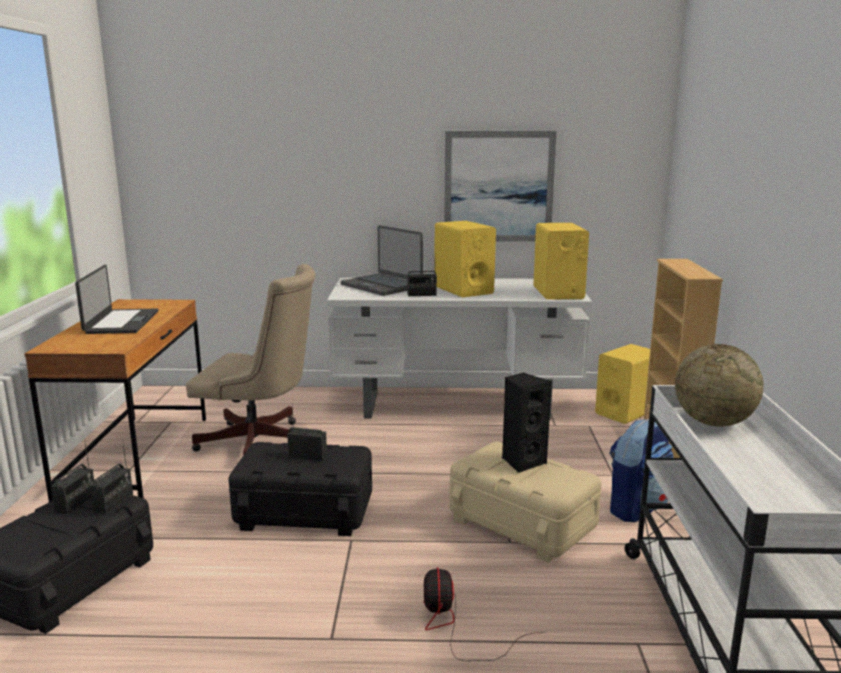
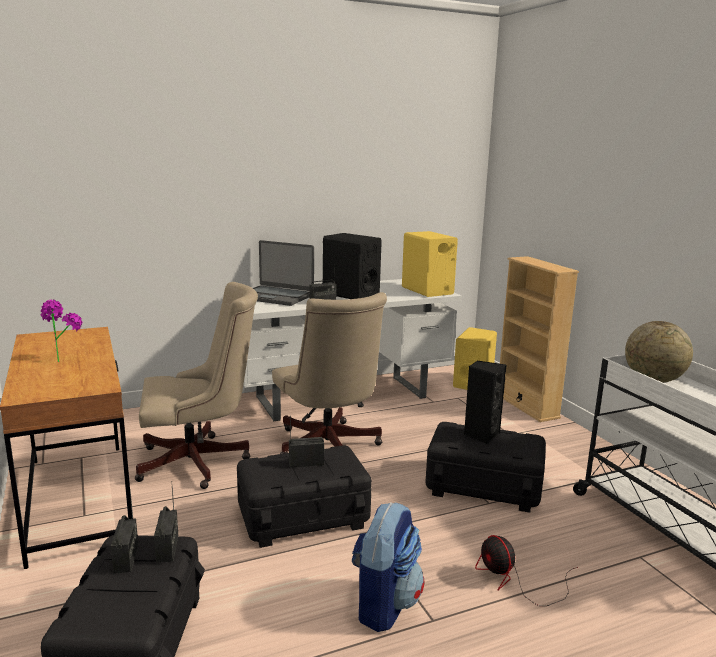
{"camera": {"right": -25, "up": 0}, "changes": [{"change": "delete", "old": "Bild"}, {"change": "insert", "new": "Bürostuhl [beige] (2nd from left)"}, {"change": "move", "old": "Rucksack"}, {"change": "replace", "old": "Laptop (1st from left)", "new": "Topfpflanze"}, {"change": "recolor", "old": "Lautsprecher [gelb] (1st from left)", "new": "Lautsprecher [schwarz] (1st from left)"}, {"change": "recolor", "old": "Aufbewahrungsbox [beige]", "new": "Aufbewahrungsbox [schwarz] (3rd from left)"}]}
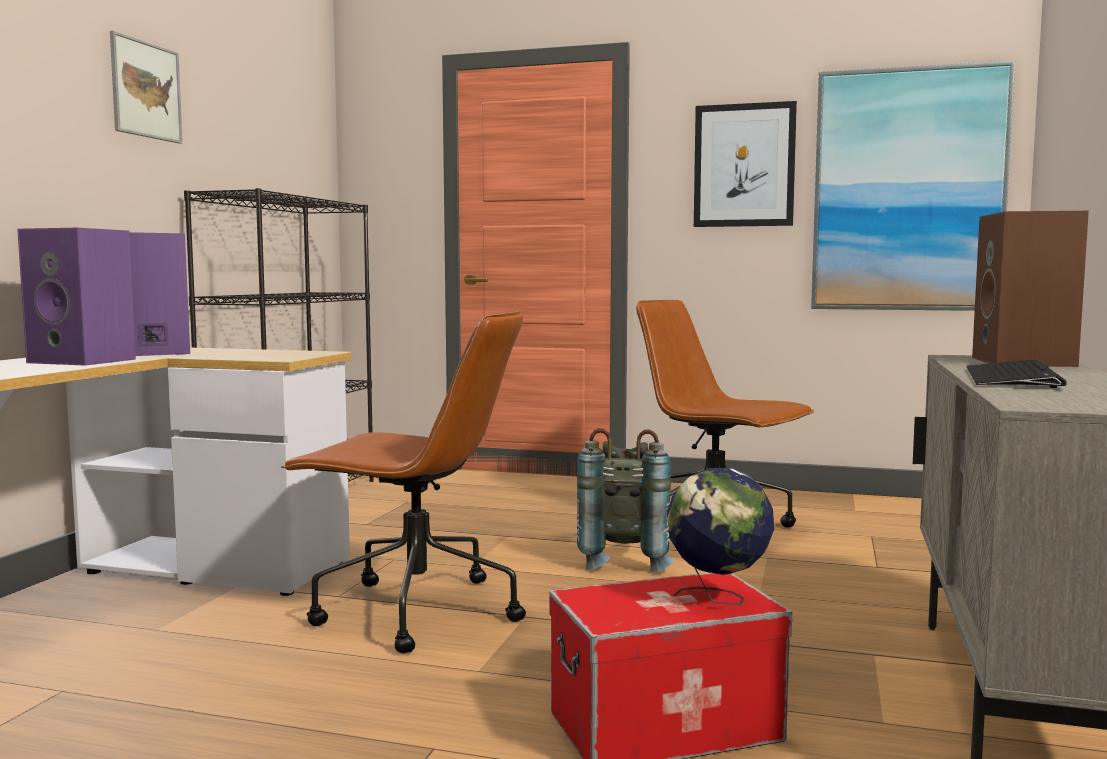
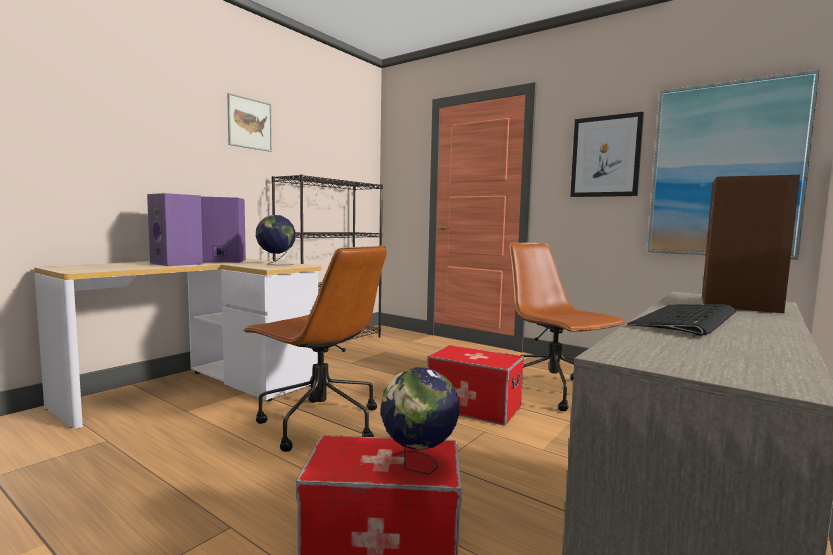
{"camera": {"right": 20, "up": 0}, "changes": [{"change": "insert", "new": "Globus (1st from left)"}, {"change": "replace", "old": "Rucksack [grau]", "new": "Aufbewahrungsbox (2nd from left)"}]}
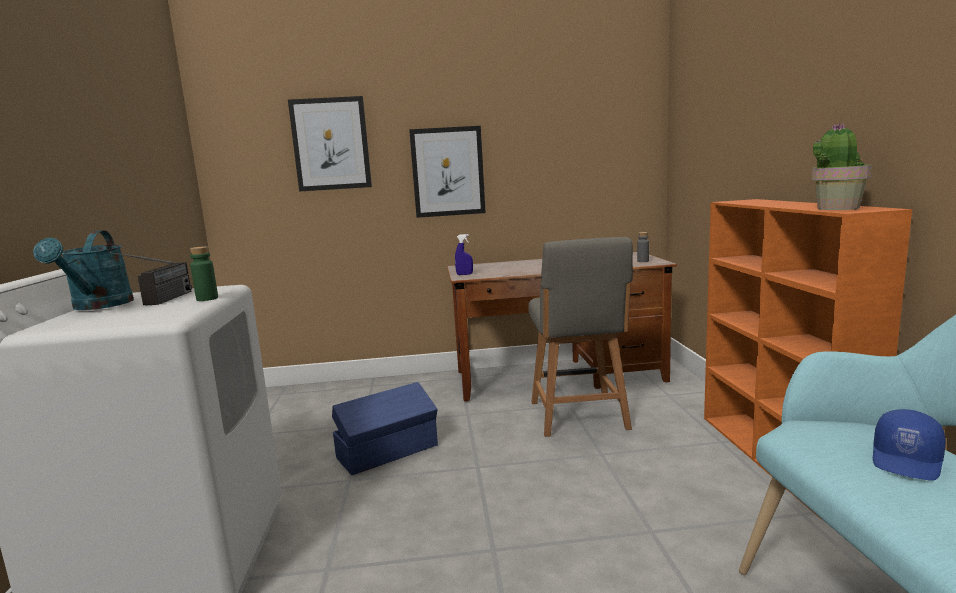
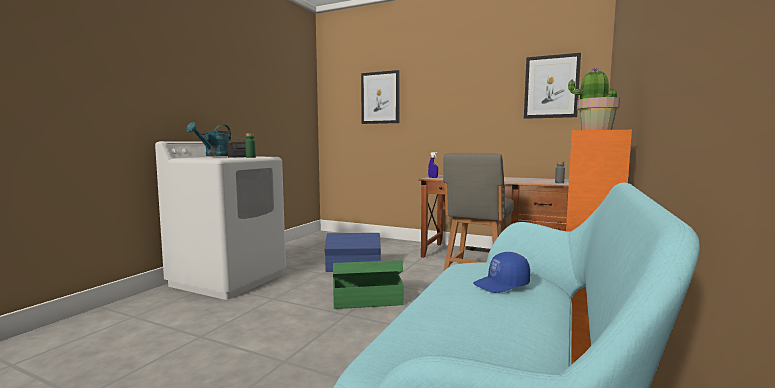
{"camera": {"right": 30, "up": -5}, "changes": [{"change": "insert", "new": "Aufbewahrungsbox [grün]"}, {"change": "move", "old": "Bild (2nd from left)"}]}
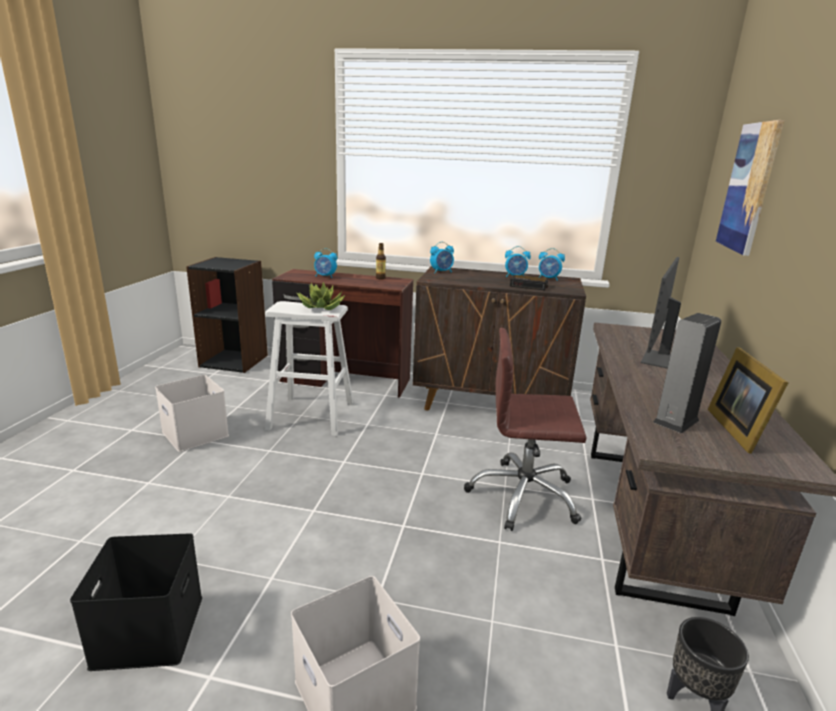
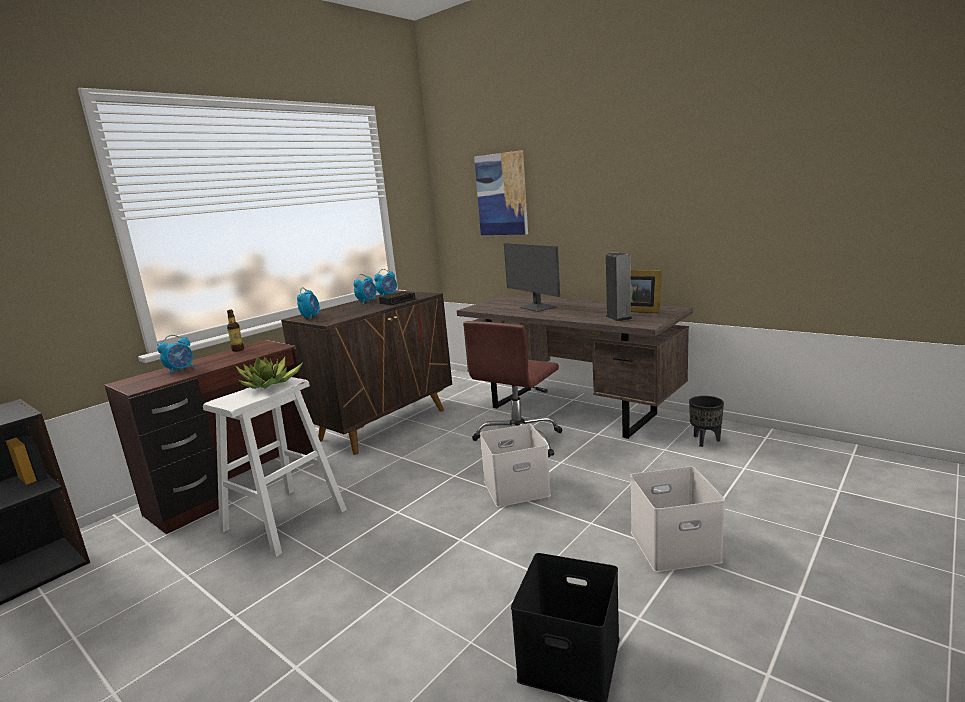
{"camera": {"right": -60, "up": -5}, "changes": [{"change": "move", "old": "Aufbewahrungsbox [weiß] (1st from left)"}]}
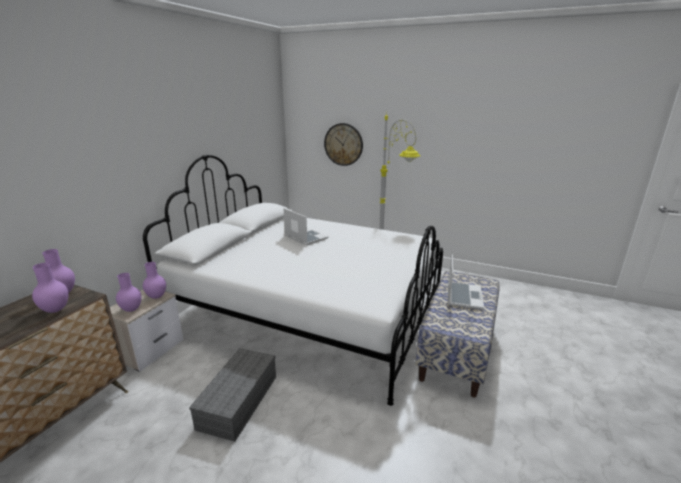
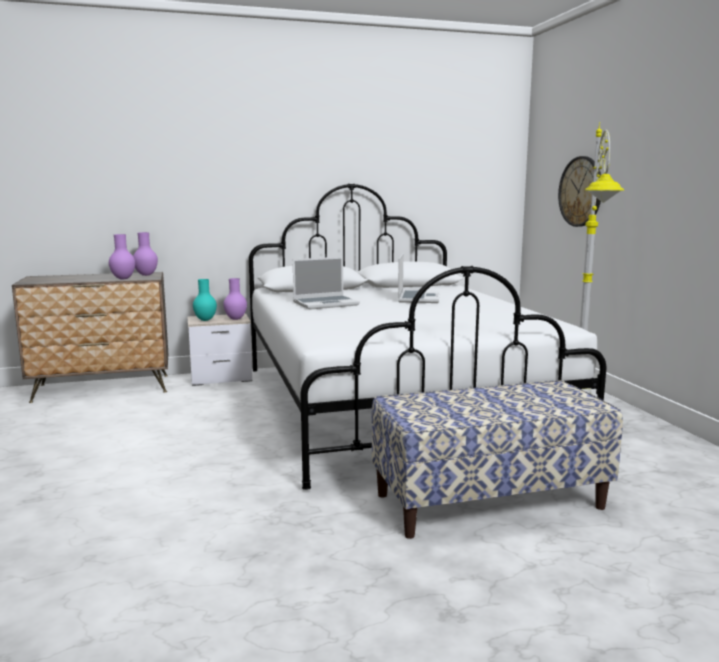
{"camera": {"right": 50, "up": -10}, "changes": [{"change": "delete", "old": "Aufbewahrungsbox [grau]"}, {"change": "move", "old": "Laptop (2nd from left in the first image)", "new": "Laptop (1st from left)"}, {"change": "recolor", "old": "Vase [lila] (3rd from left)", "new": "Vase [türkis]"}]}
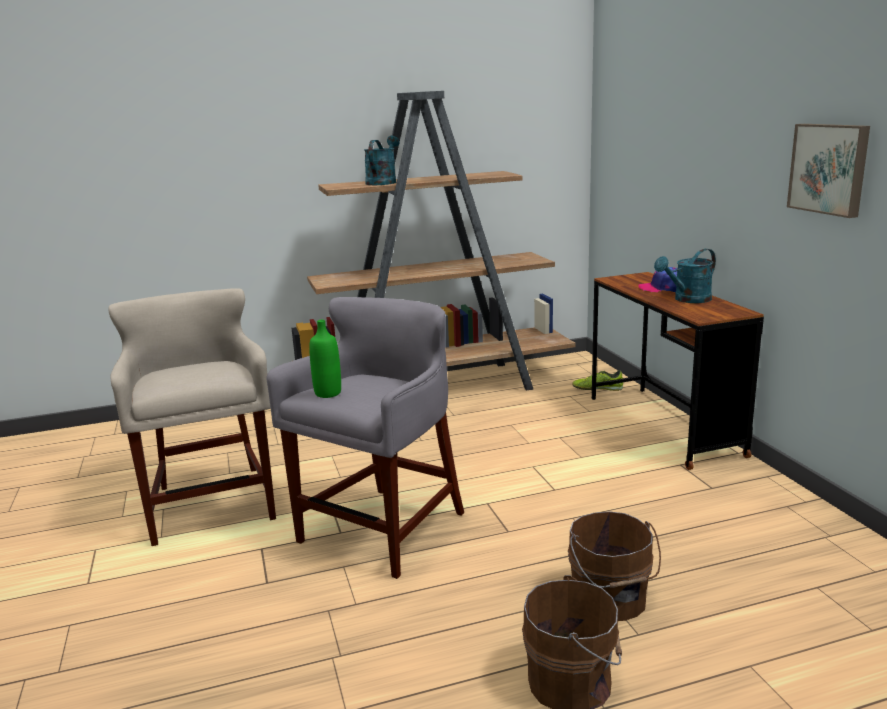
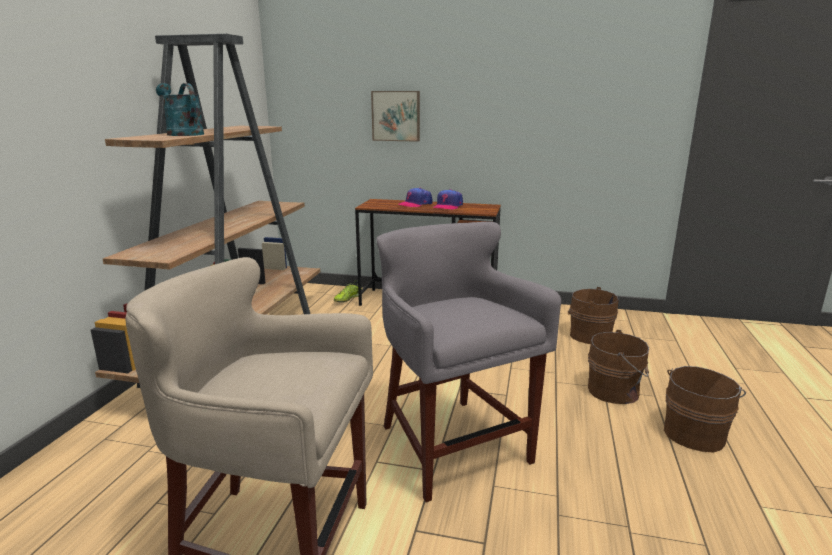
{"camera": {"right": -60, "up": 0}, "changes": [{"change": "delete", "old": "Flasche [grün]"}, {"change": "insert", "new": "Eimer [braun] (1st from left)"}, {"change": "move", "old": "Bild"}, {"change": "replace", "old": "Gießkanne [türkis] (2nd from left)", "new": "Kappe (2nd from left)"}]}
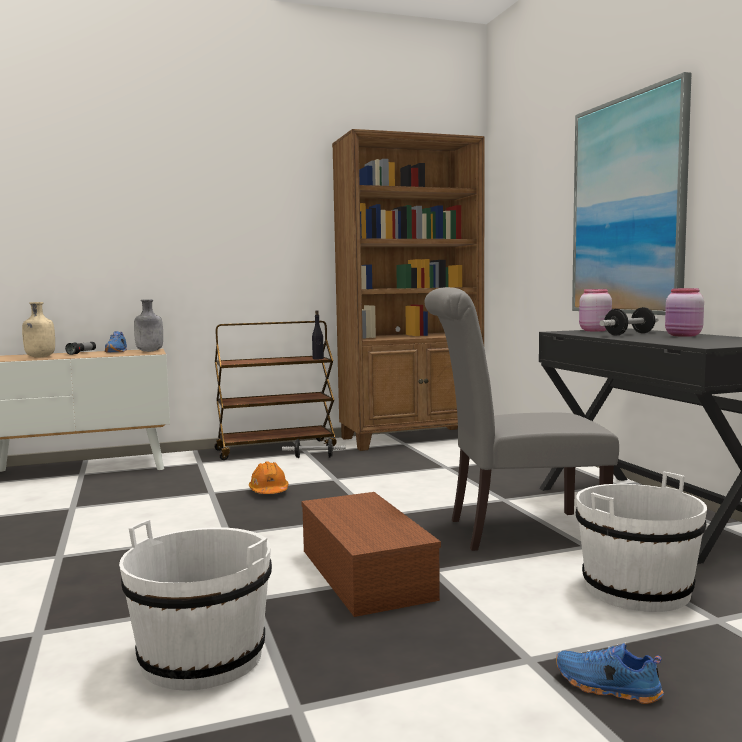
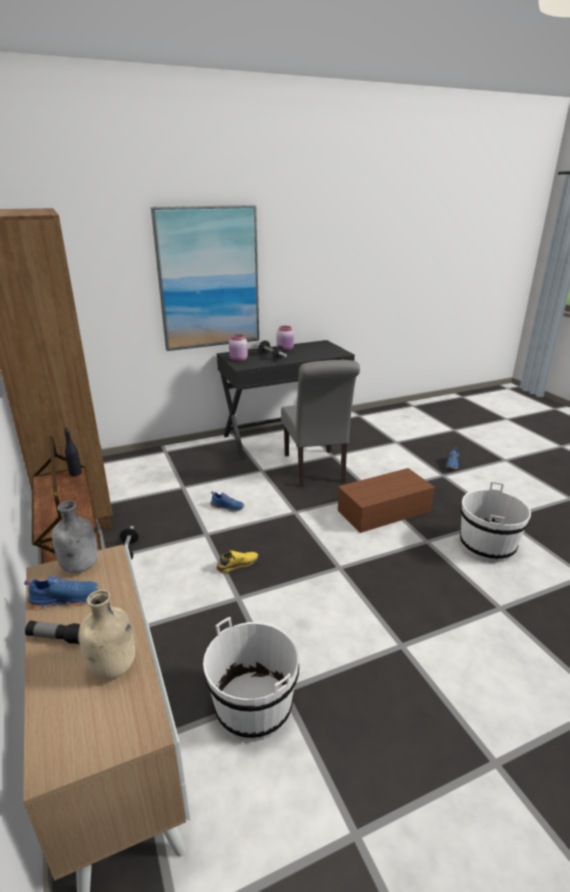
{"camera": {"right": -95, "up": 20}, "changes": [{"change": "insert", "new": "Schuh [blau] (2nd from left)"}, {"change": "move", "old": "Eimer [weiß] (2nd from left in the first image)", "new": "Eimer [weiß] (1st from left)"}, {"change": "replace", "old": "Schutzhelm [orange]", "new": "Schuh [gelb]"}]}
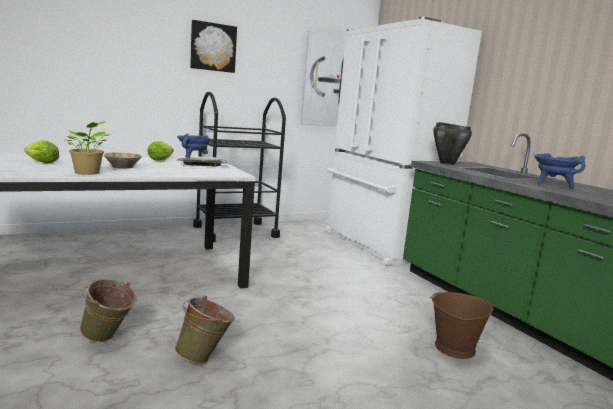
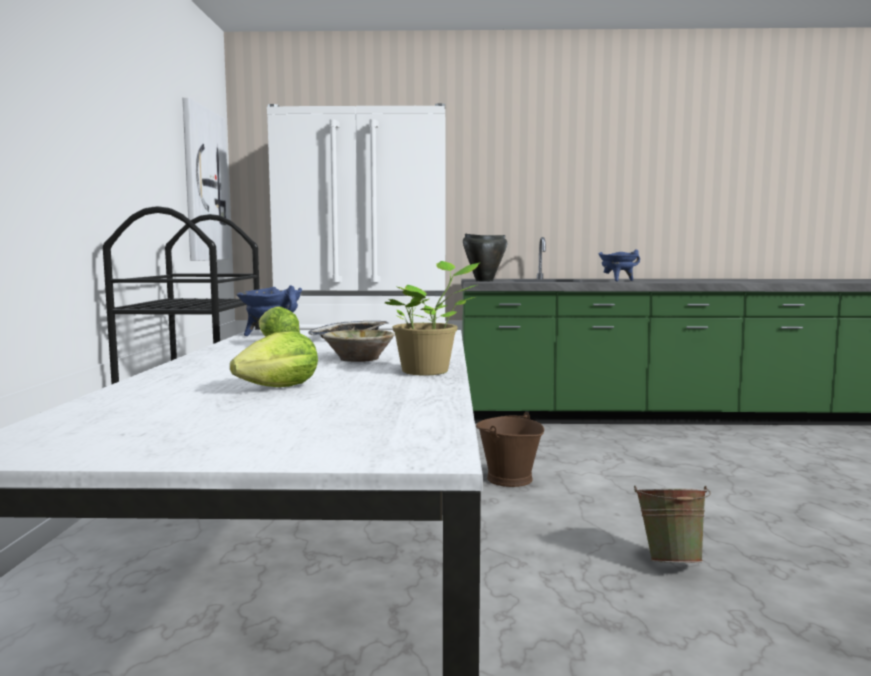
{"camera": {"right": -60, "up": -5}, "changes": [{"change": "delete", "old": "Eimer [grün] (1st from left)"}, {"change": "delete", "old": "Bild (1st from left)"}, {"change": "move", "old": "Eimer [braun]"}]}
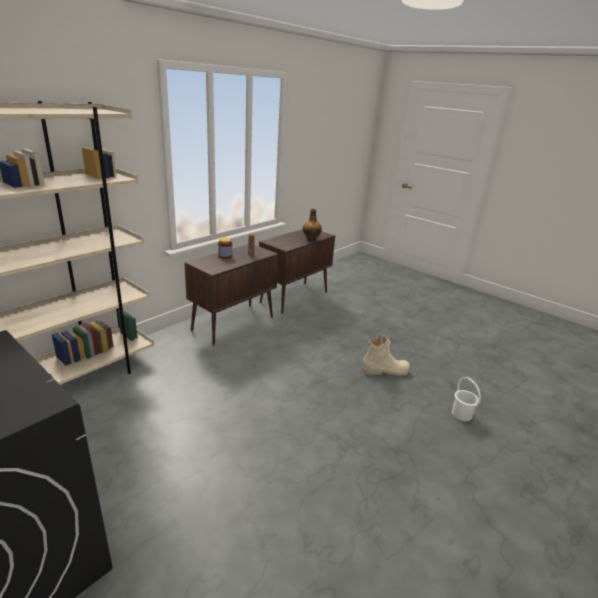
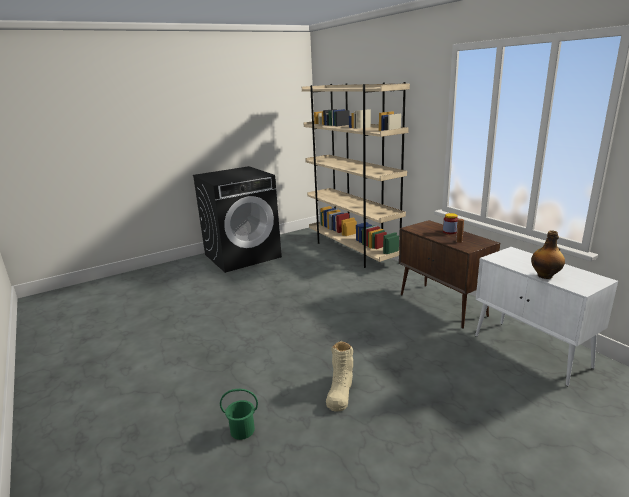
{"camera": {"right": 110, "up": -5}, "changes": [{"change": "recolor", "old": "Schrank [braun] (2nd from left)", "new": "Schrank [weiß]"}, {"change": "recolor", "old": "Eimer [weiß]", "new": "Eimer [grün]"}]}
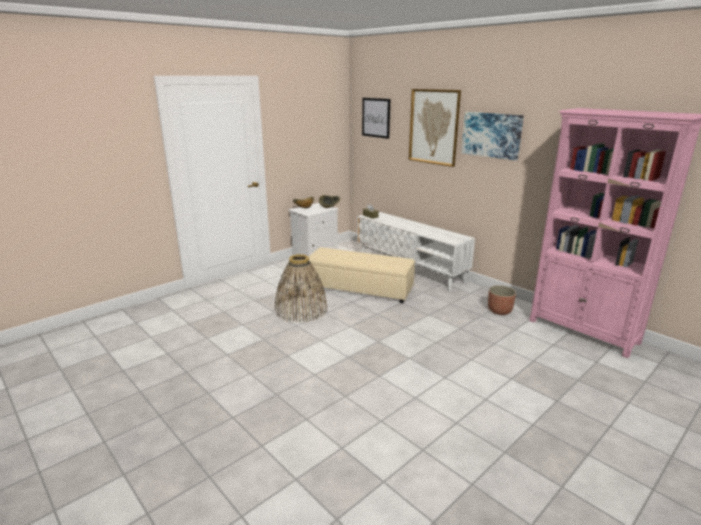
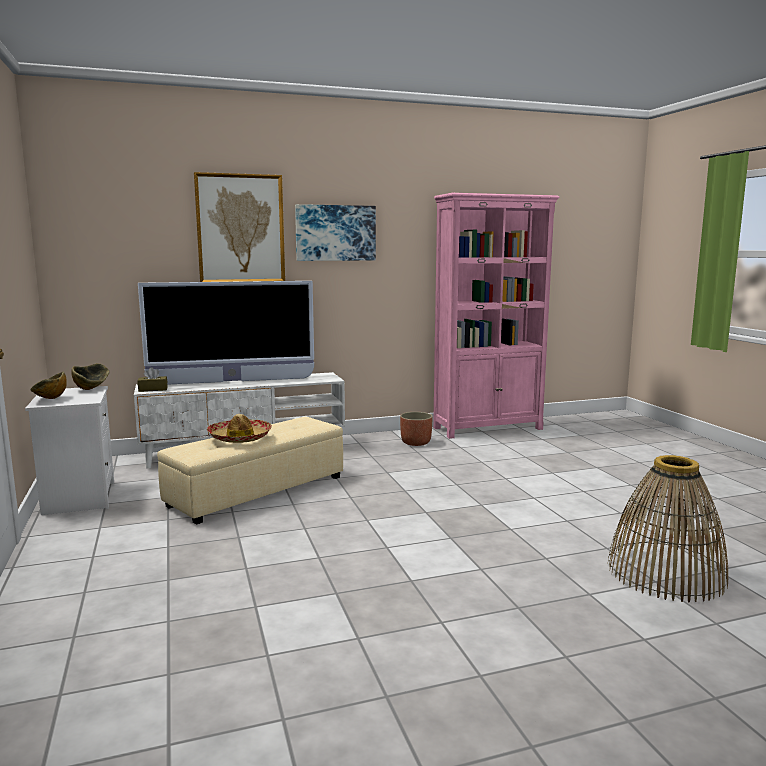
{"camera": {"right": -65, "up": -10}, "changes": [{"change": "delete", "old": "Bild (1st from left)"}, {"change": "insert", "new": "Fernseher"}, {"change": "insert", "new": "Hut"}, {"change": "move", "old": "Korb"}]}
